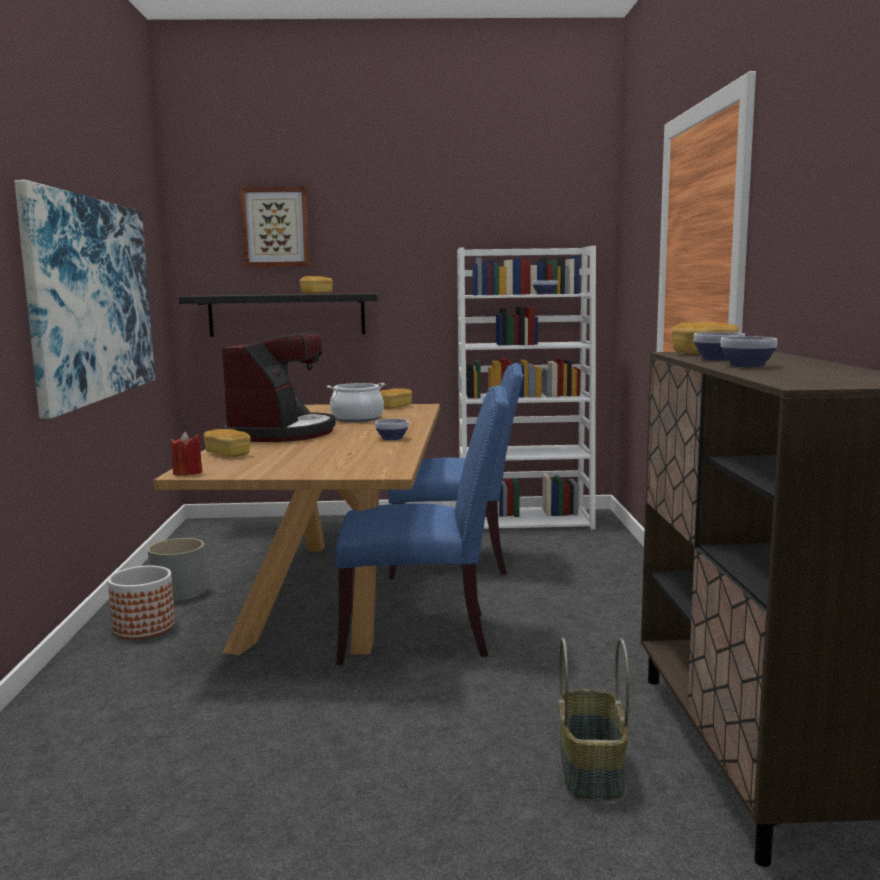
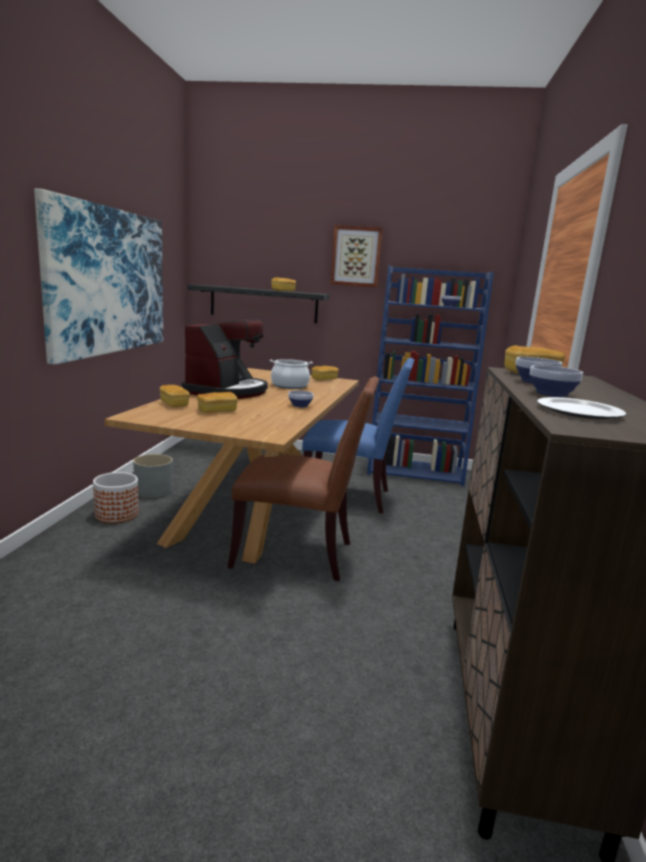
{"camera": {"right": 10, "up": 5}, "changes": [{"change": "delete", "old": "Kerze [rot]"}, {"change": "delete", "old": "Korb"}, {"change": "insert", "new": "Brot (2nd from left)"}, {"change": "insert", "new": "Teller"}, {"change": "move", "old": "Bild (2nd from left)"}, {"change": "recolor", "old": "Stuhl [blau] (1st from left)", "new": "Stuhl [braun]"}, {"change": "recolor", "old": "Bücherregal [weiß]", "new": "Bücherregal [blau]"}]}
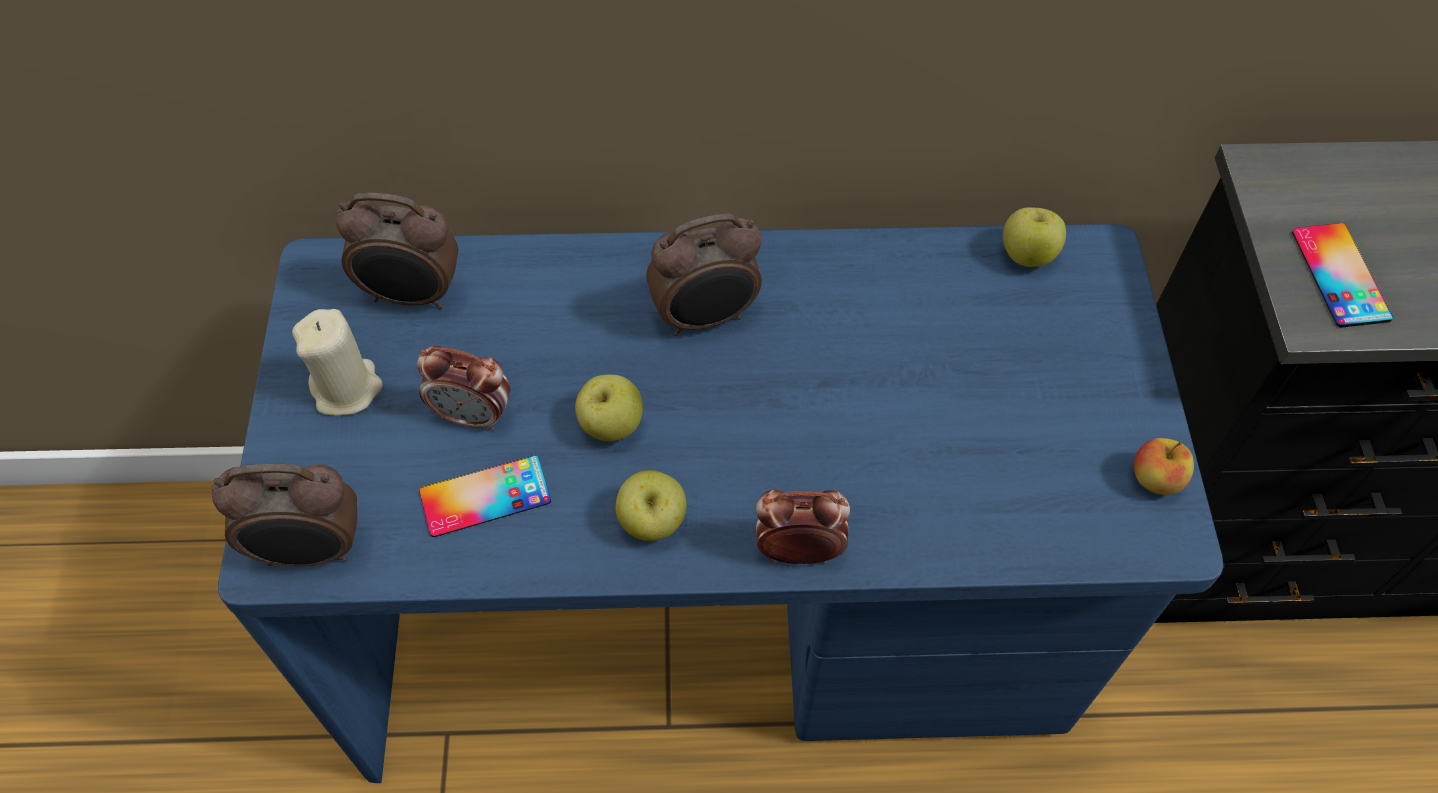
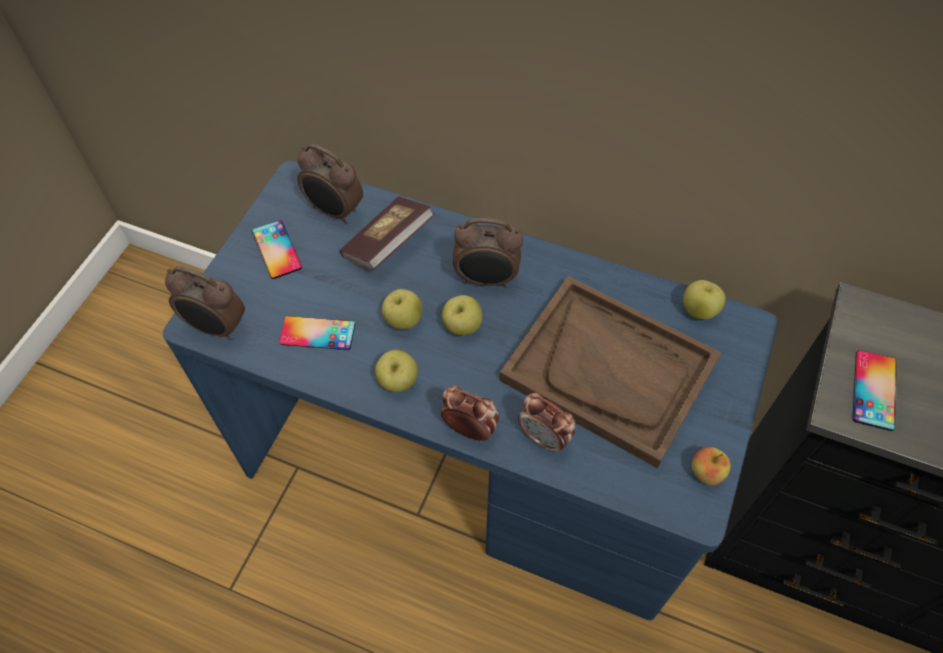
{"camera": {"right": 25, "up": 0}, "changes": [{"change": "insert", "new": "Buch"}, {"change": "insert", "new": "Apfel (3rd from left)"}, {"change": "insert", "new": "Tablett [braun]"}, {"change": "move", "old": "Wecker (3rd from left in the first image)", "new": "Wecker (5th from left)"}, {"change": "replace", "old": "Kerze [beige]", "new": "Handy (1st from left)"}]}
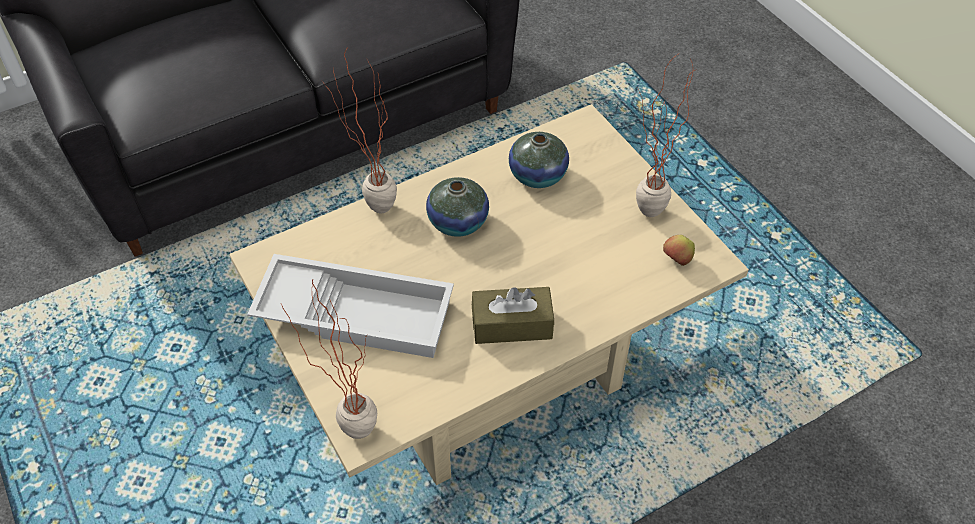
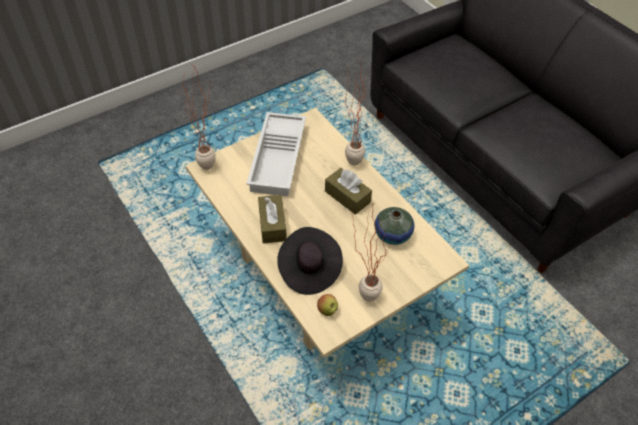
{"camera": {"right": 85, "up": 0}, "changes": [{"change": "insert", "new": "Hut [schwarz]"}, {"change": "replace", "old": "Vase (1st from left)", "new": "Taschentuchbox [braun] (2nd from left)"}]}
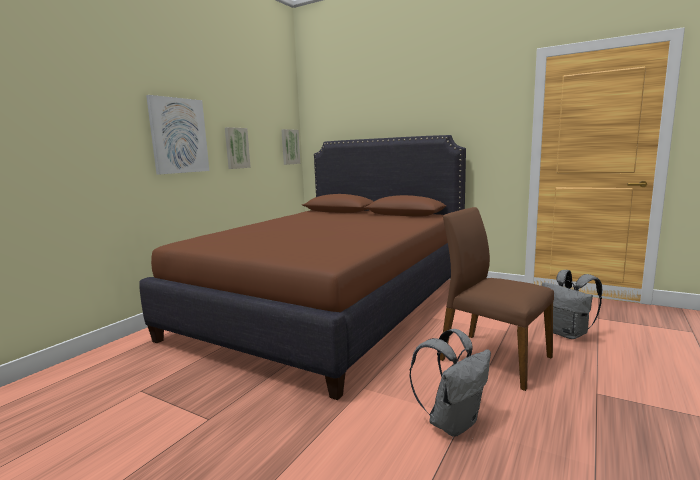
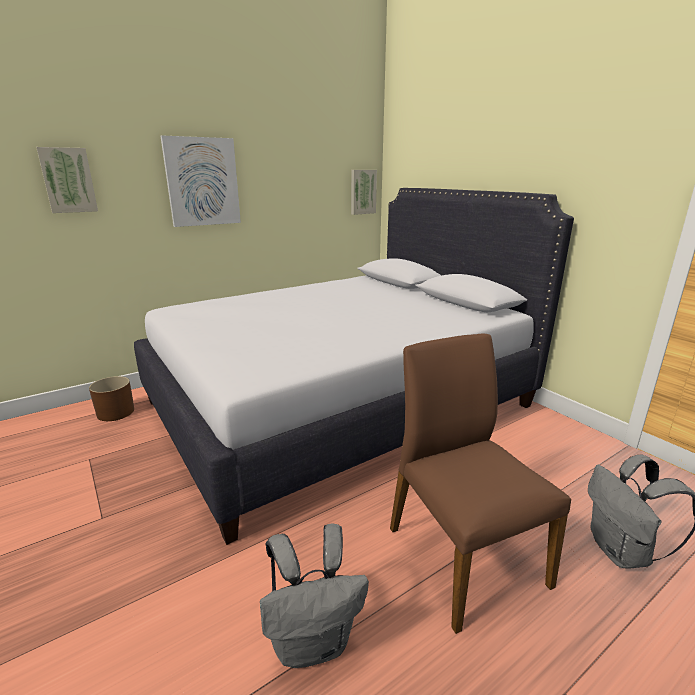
{"camera": {"right": 25, "up": 10}, "changes": [{"change": "insert", "new": "Pflanzkübel [braun]"}, {"change": "move", "old": "Bild (2nd from left in the first image)", "new": "Bild (1st from left)"}, {"change": "recolor", "old": "Bett [braun]", "new": "Bett [weiß]"}]}
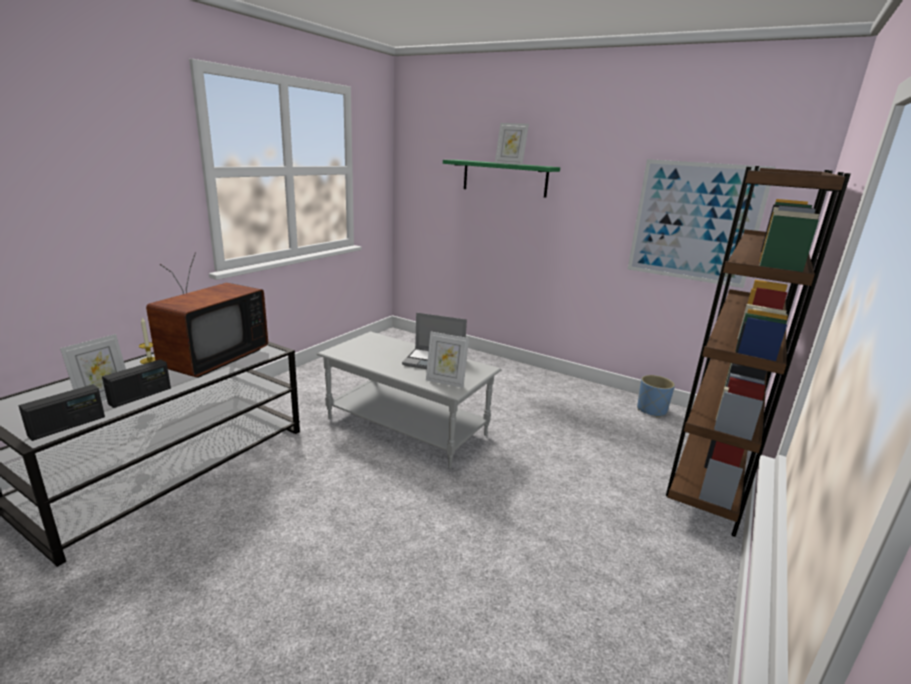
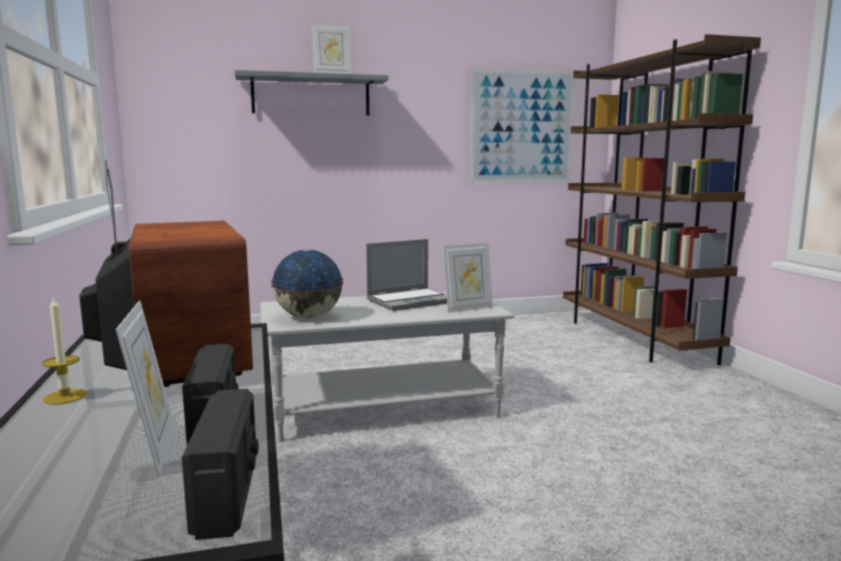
{"camera": {"right": -45, "up": -10}, "changes": [{"change": "delete", "old": "Pflanzkübel [blau]"}, {"change": "insert", "new": "Globus"}, {"change": "recolor", "old": "Wandregal [grün]", "new": "Wandregal [grau]"}]}
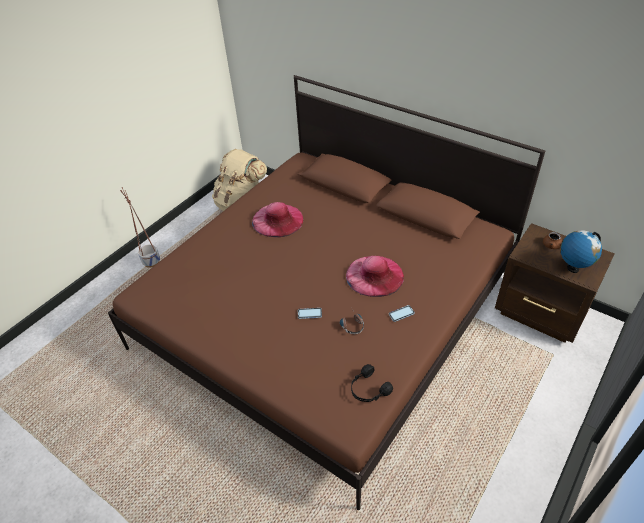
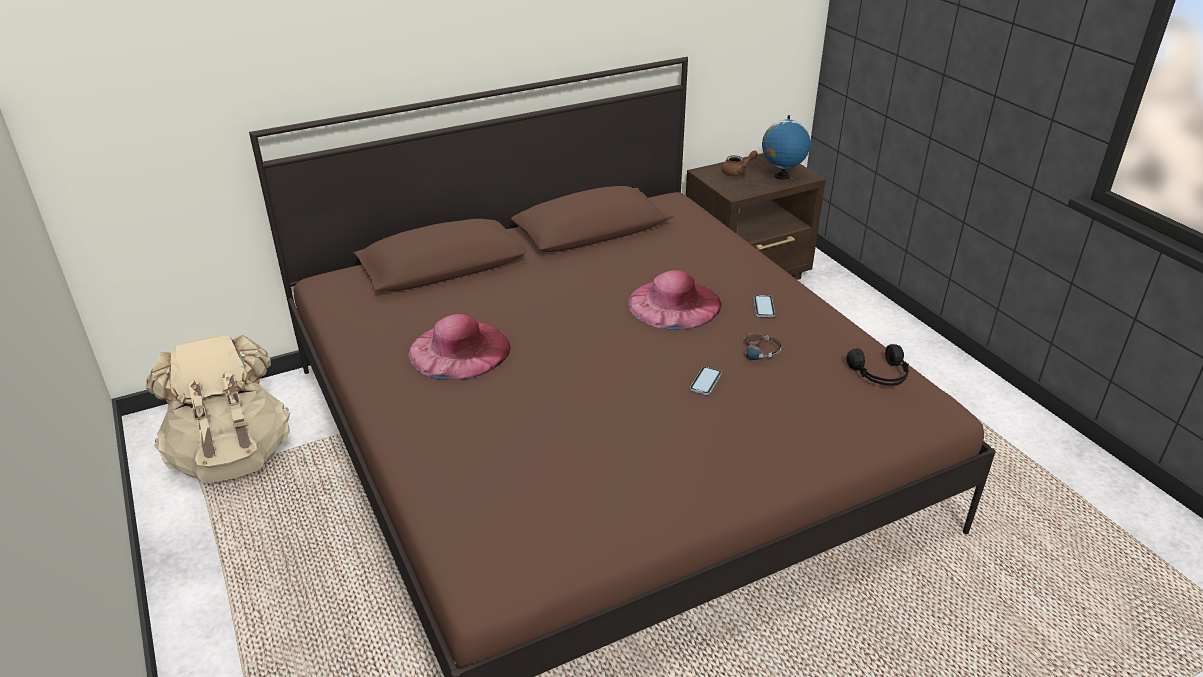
{"camera": {"right": -65, "up": -10}, "changes": [{"change": "delete", "old": "Pflanzkübel"}]}
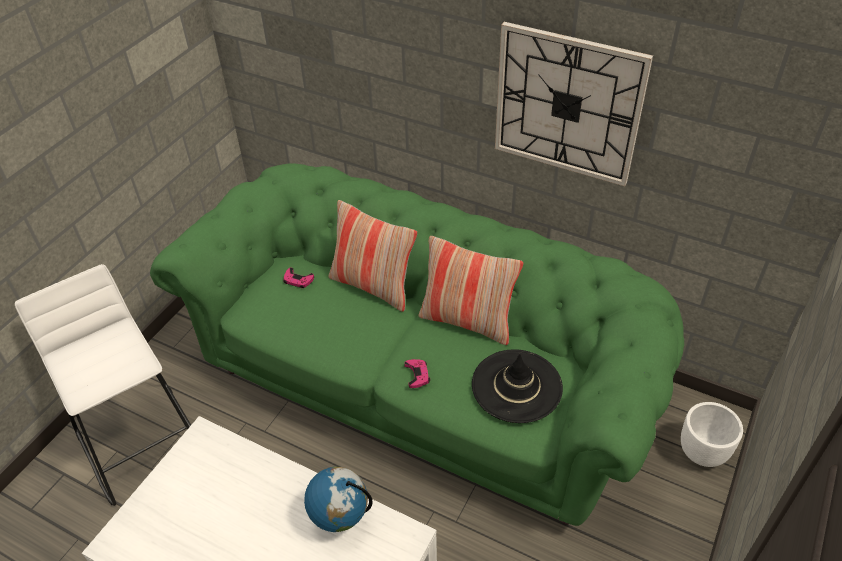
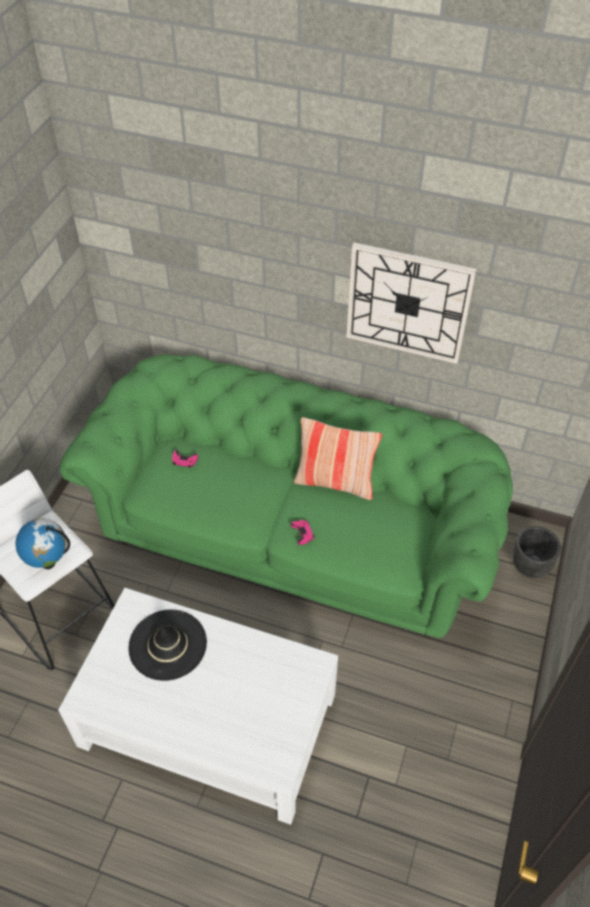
{"camera": {"right": -10, "up": 5}, "changes": [{"change": "delete", "old": "Kissen (1st from left)"}, {"change": "move", "old": "Globus"}, {"change": "move", "old": "Hut [schwarz]"}, {"change": "recolor", "old": "Pflanzkübel [weiß]", "new": "Pflanzkübel [schwarz]"}]}
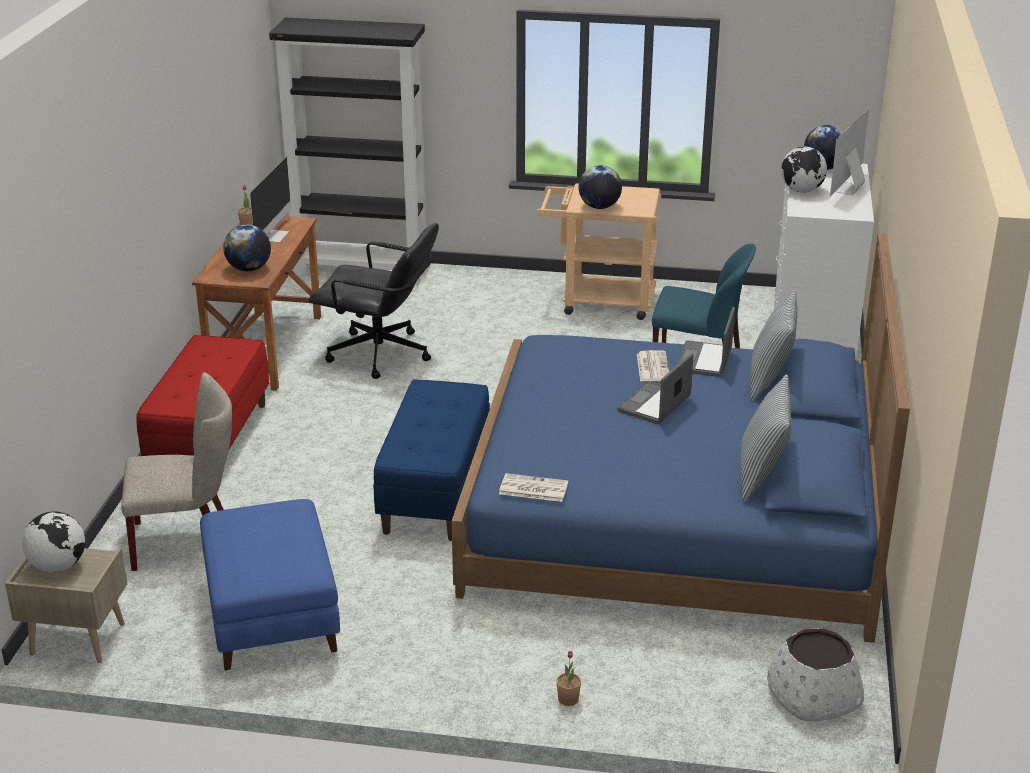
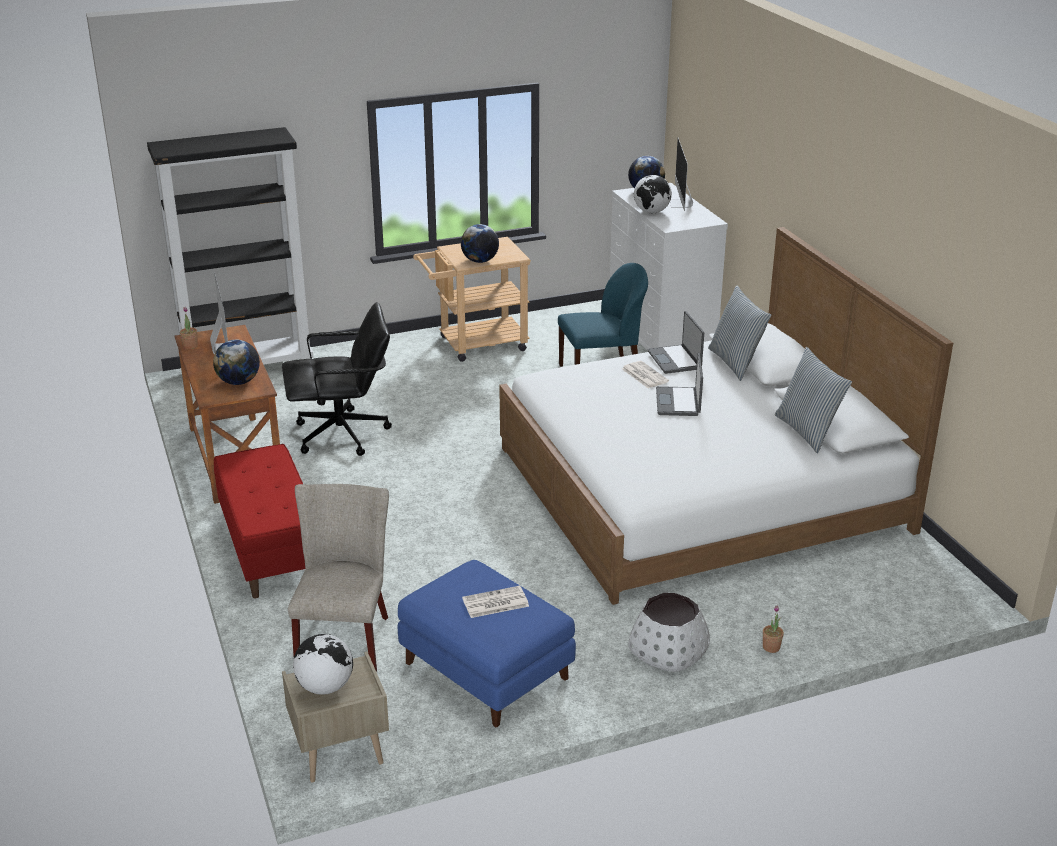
{"camera": {"right": -30, "up": 0}, "changes": [{"change": "delete", "old": "Bank [blau]"}, {"change": "move", "old": "Zeitung (1st from left)"}, {"change": "move", "old": "Pflanzkübel [weiß]"}, {"change": "recolor", "old": "Bett [blau]", "new": "Bett [weiß]"}, {"change": "rotate", "old": "Stuhl [beige]", "degrees": -45}]}
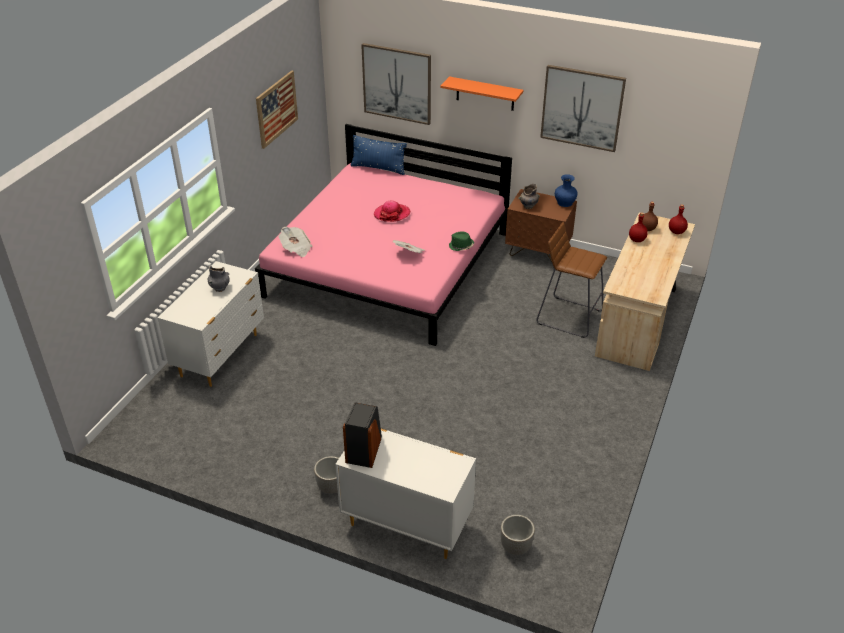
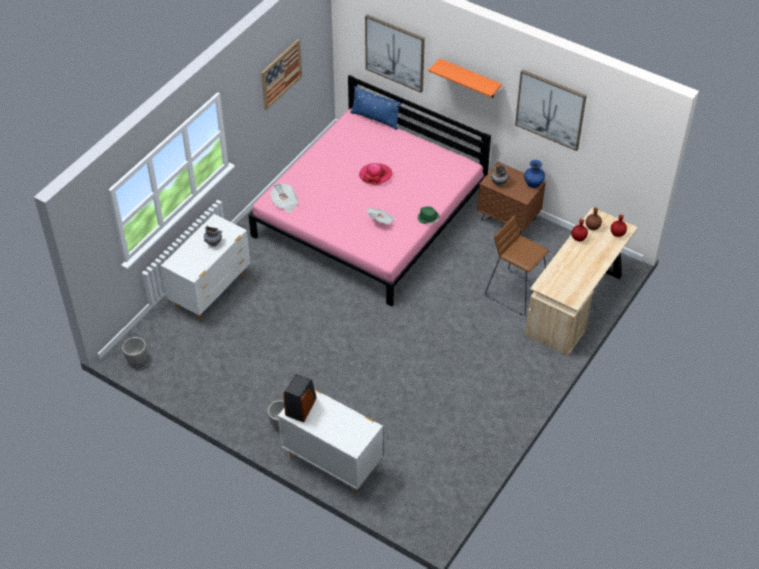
{"camera": {"right": 10, "up": 10}, "changes": [{"change": "move", "old": "Pflanzkübel (2nd from left in the first image)", "new": "Pflanzkübel (1st from left)"}]}
